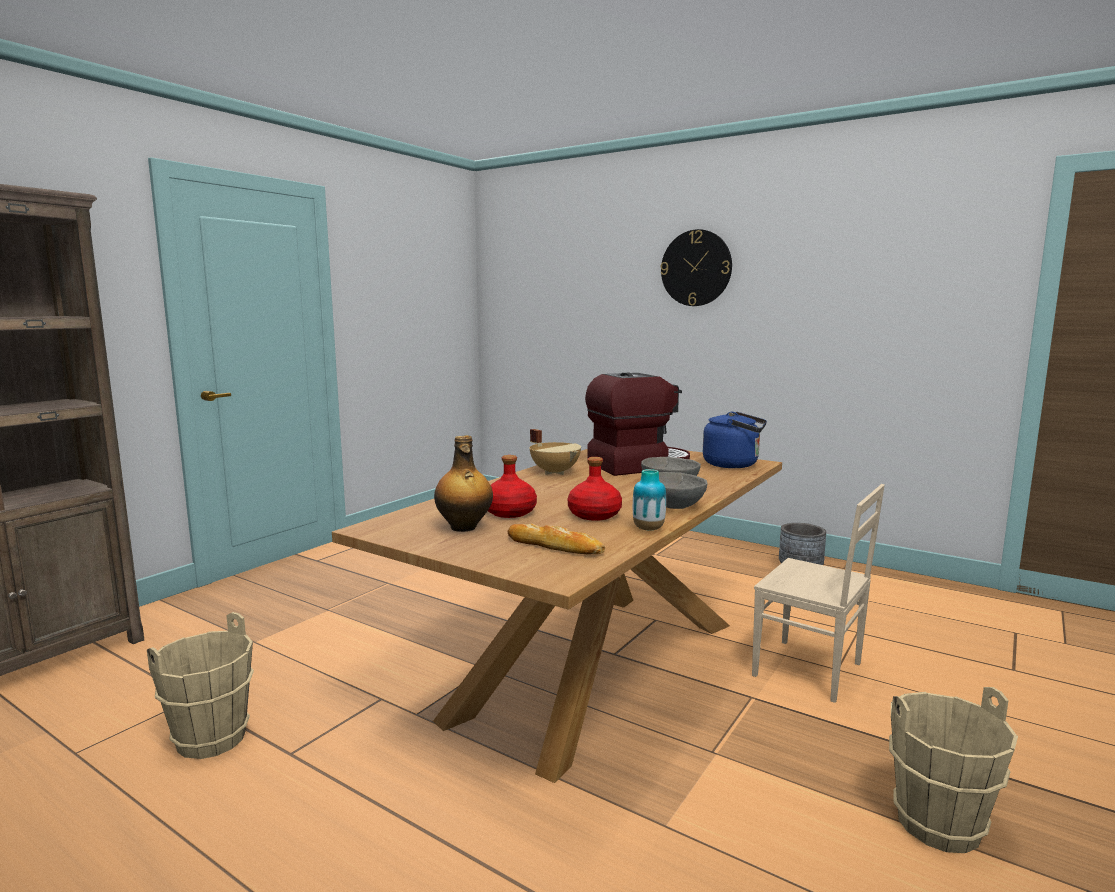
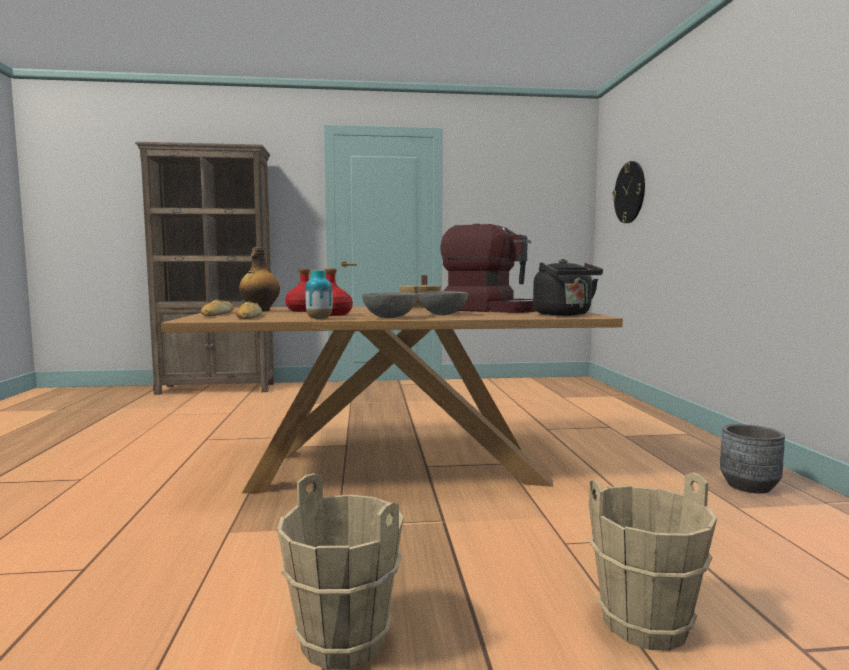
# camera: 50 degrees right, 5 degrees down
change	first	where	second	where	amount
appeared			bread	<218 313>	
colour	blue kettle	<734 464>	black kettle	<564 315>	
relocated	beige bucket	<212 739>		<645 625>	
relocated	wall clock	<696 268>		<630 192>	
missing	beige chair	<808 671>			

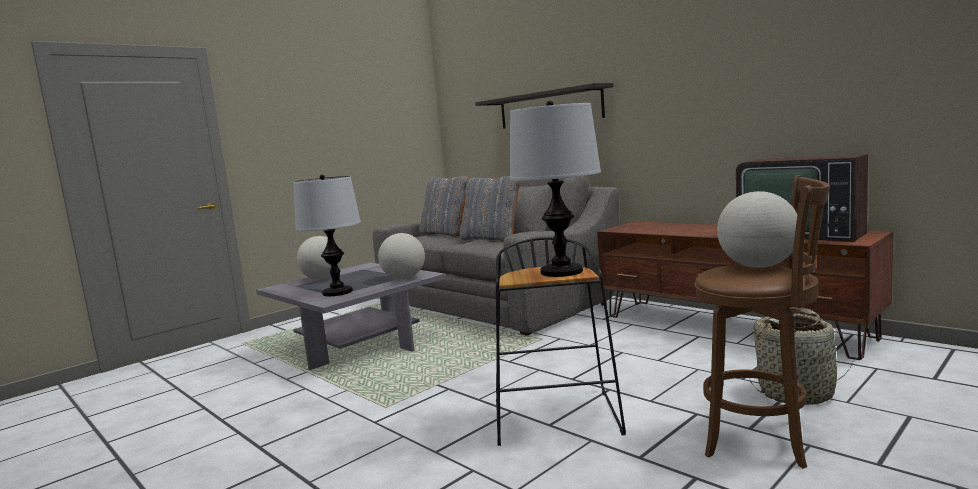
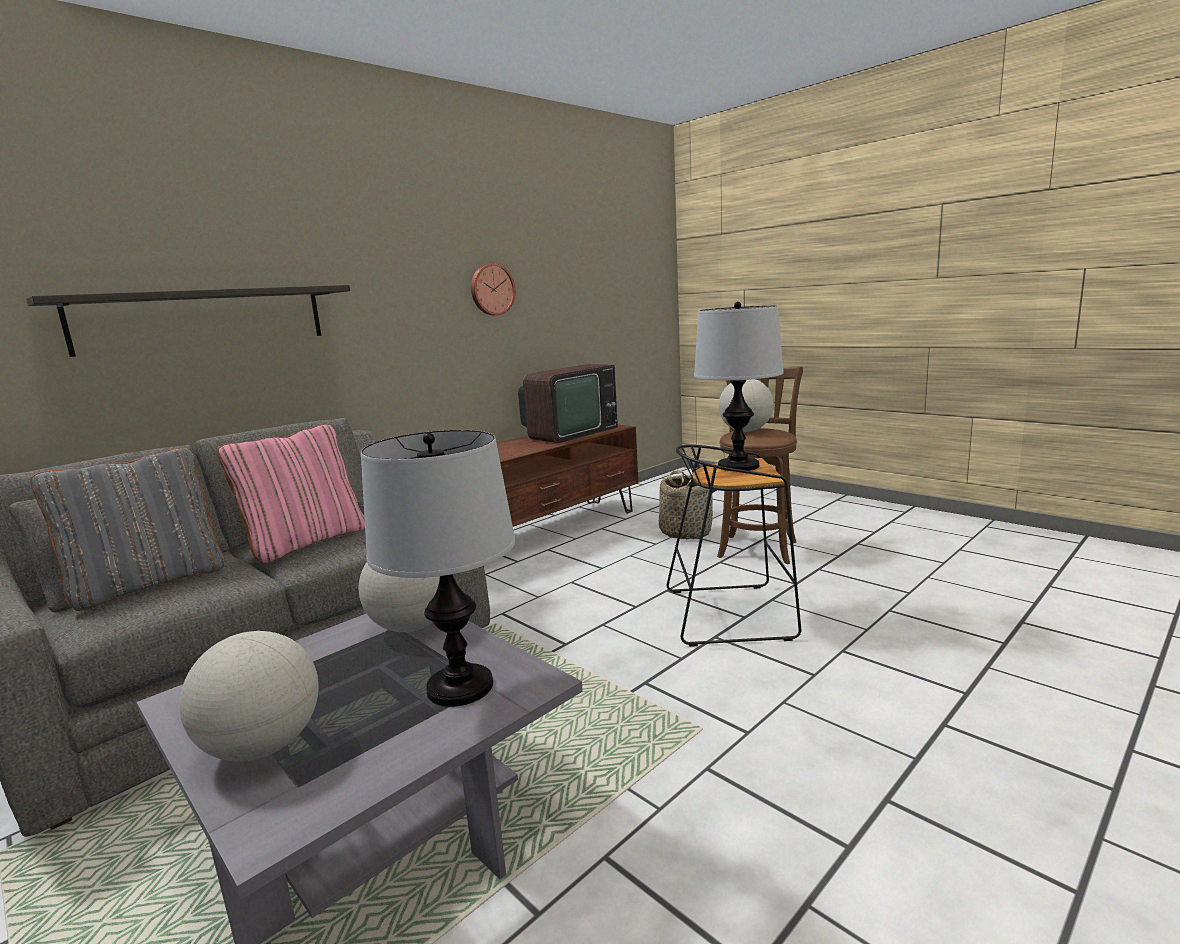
# camera: 90 degrees left, 5 degrees up
change	first	where	second	where	amount
colour	grey pillow	<491 239>	pink pillow	<306 542>	
appeared			wall clock	<491 289>	

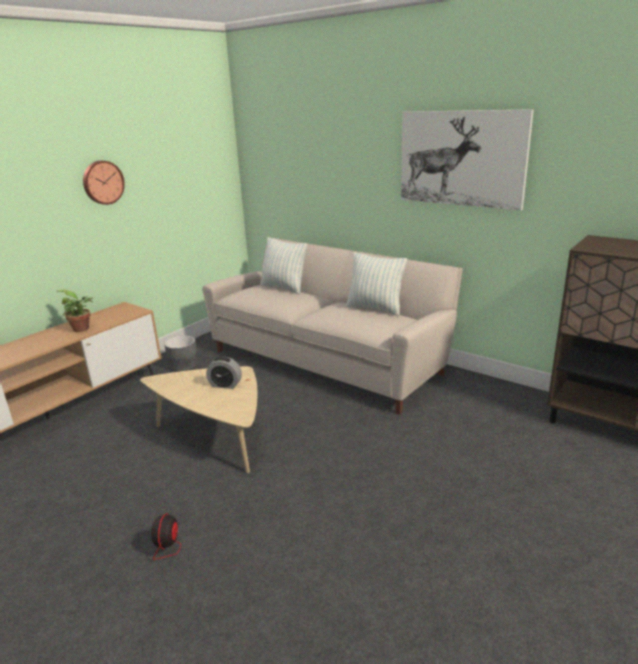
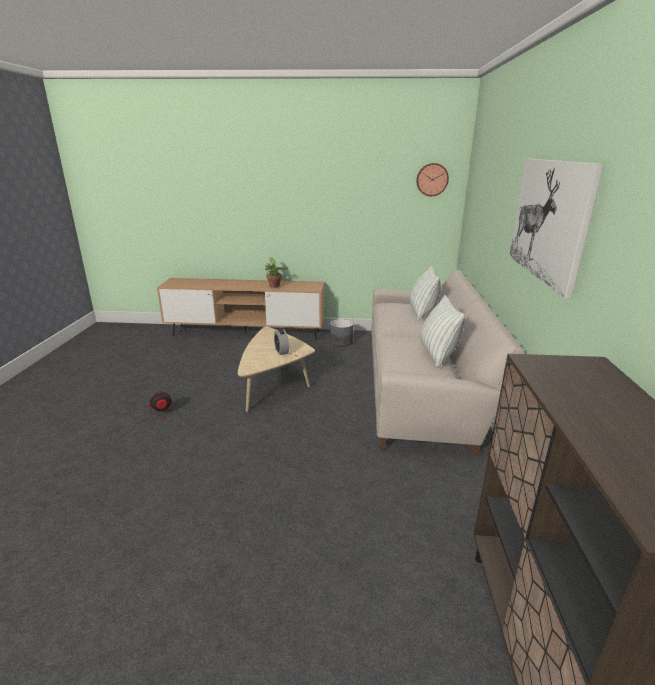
# camera: 55 degrees right, 0 degrees up
change	first	where	second	where	amount
relocated	wall clock	<102 182>		<432 179>	

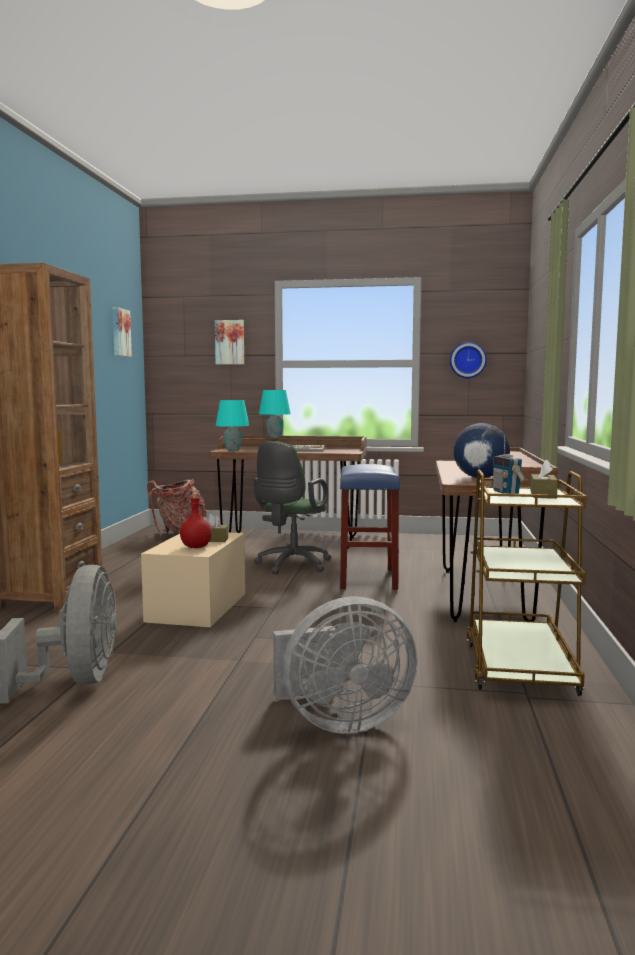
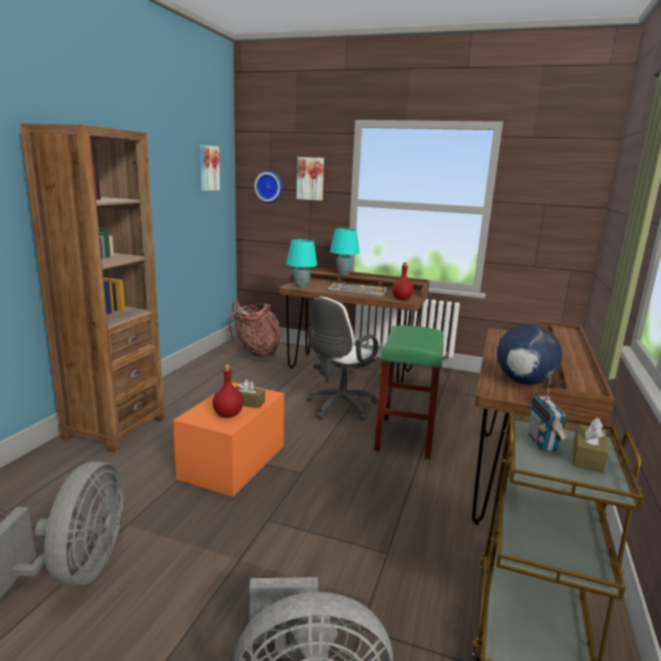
# camera: 10 degrees right, 10 degrees up
change	first	where	second	where	amount
colour	beige storage box	<197 606>	orange storage box	<233 461>	
relocated	wall clock	<467 360>		<269 186>	
colour	green office chair	<291 565>	white office chair	<339 407>	
colour	blue stool	<367 578>	green stool	<404 436>	
appeared			red bottle	<401 299>	

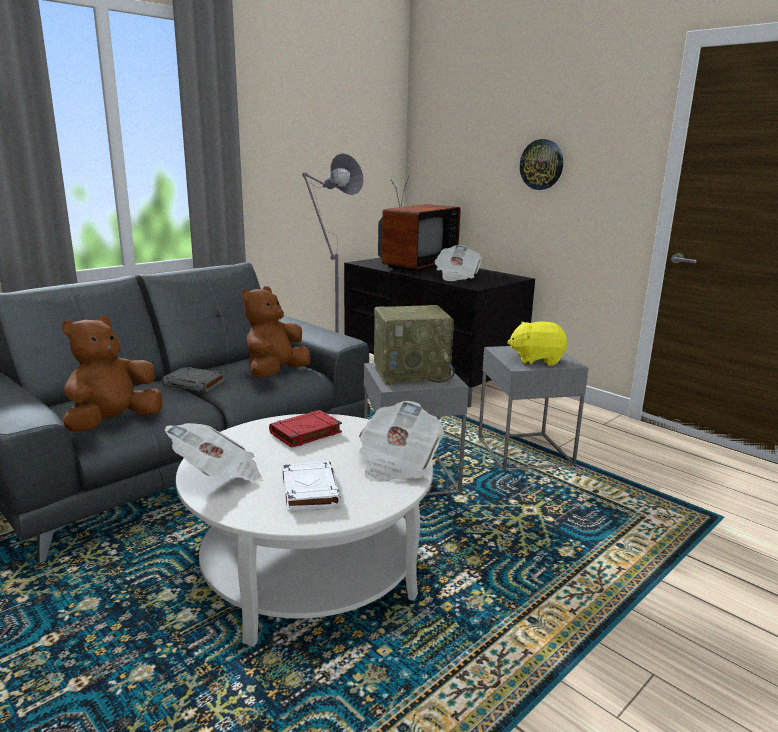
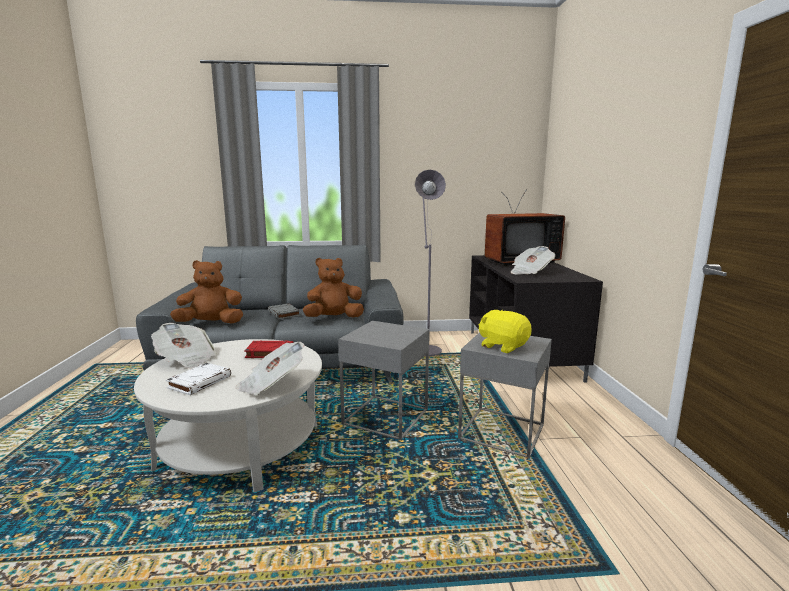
# camera: 40 degrees right, 5 degrees down
change	first	where	second	where	amount
missing	radio	<412 373>			
missing	wall clock	<541 164>			

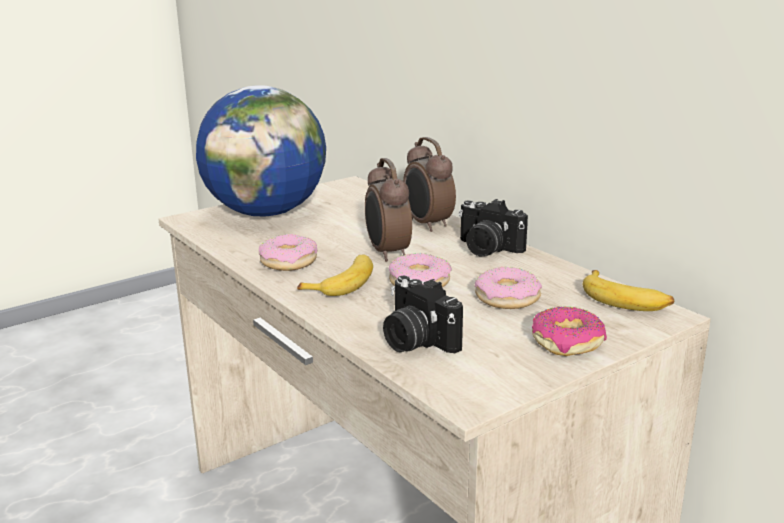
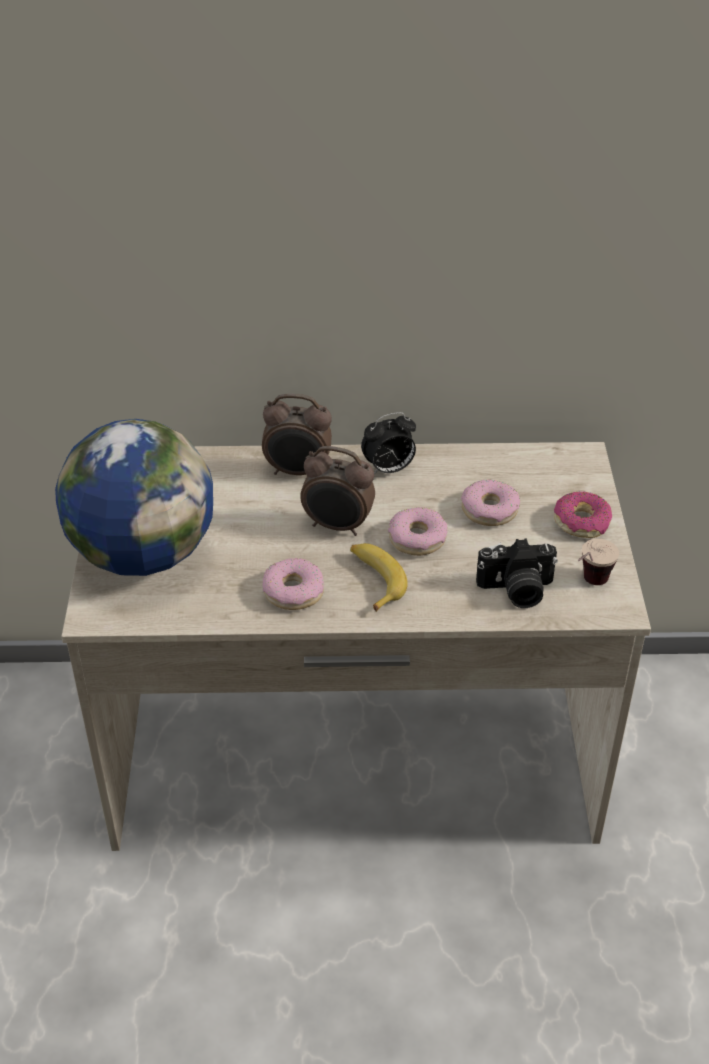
# camera: 55 degrees left, 20 degrees up
change	first	where	second	where	amount
exchanged	photo camera	<486 249>	alarm clock	<389 469>	
appeared			cup	<588 586>	
missing	banana	<625 300>			

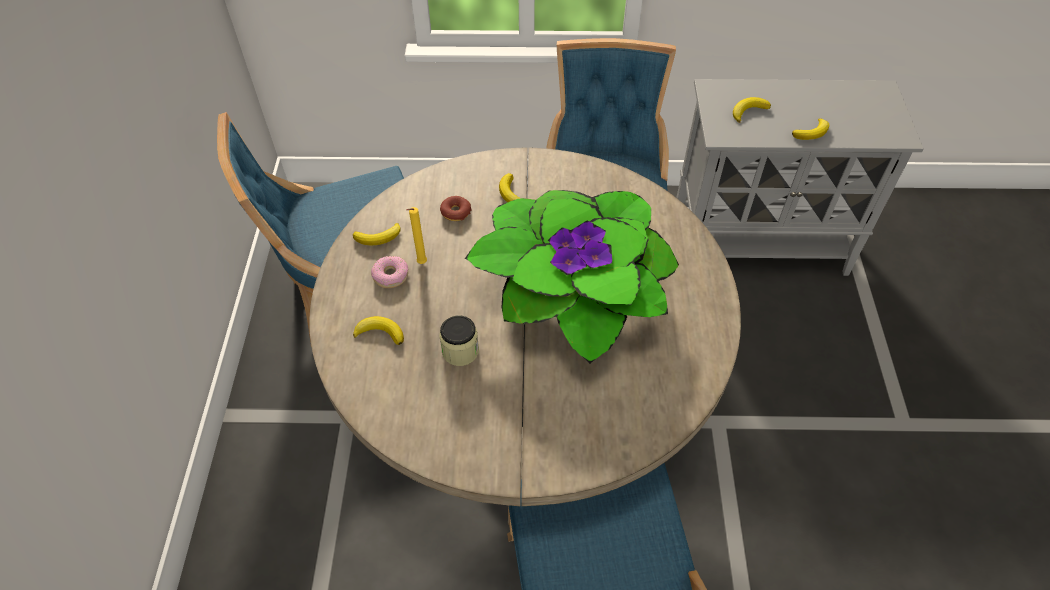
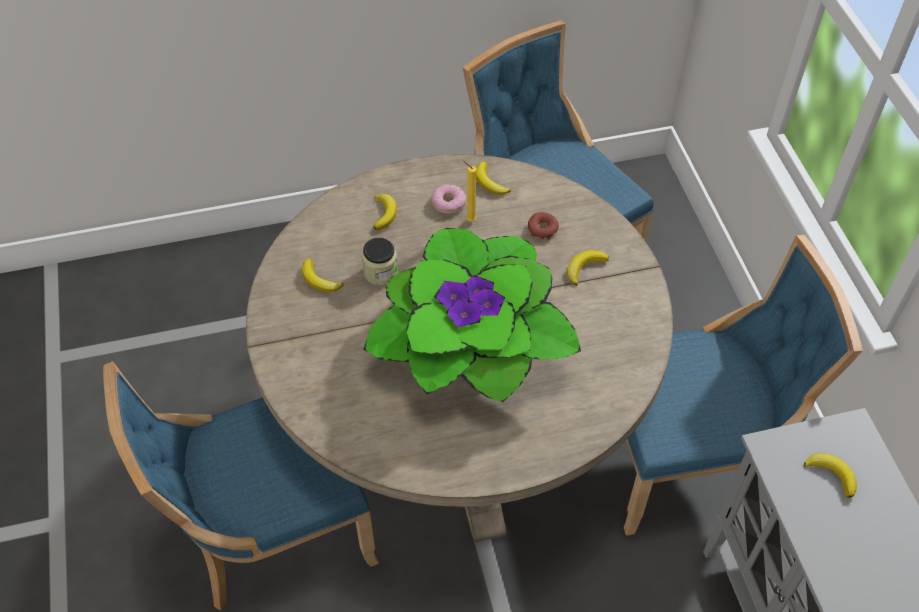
# camera: 75 degrees right, 0 degrees up
change	first	where	second	where	amount
relocated	banana	<812 132>		<319 280>	

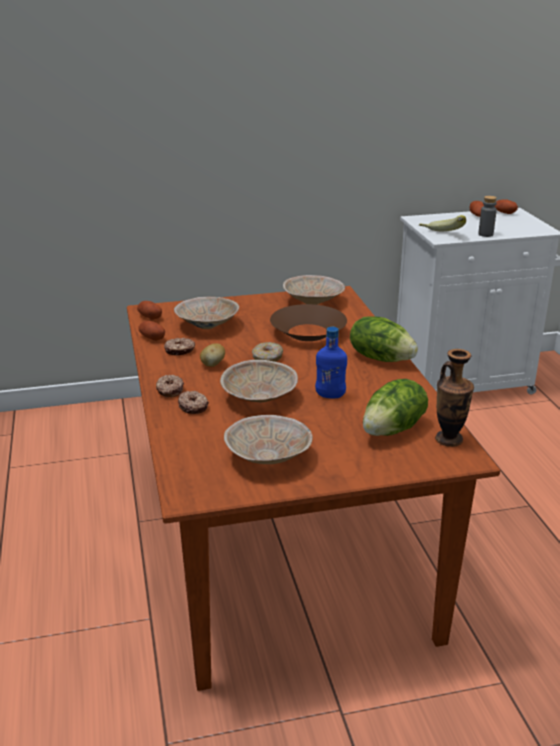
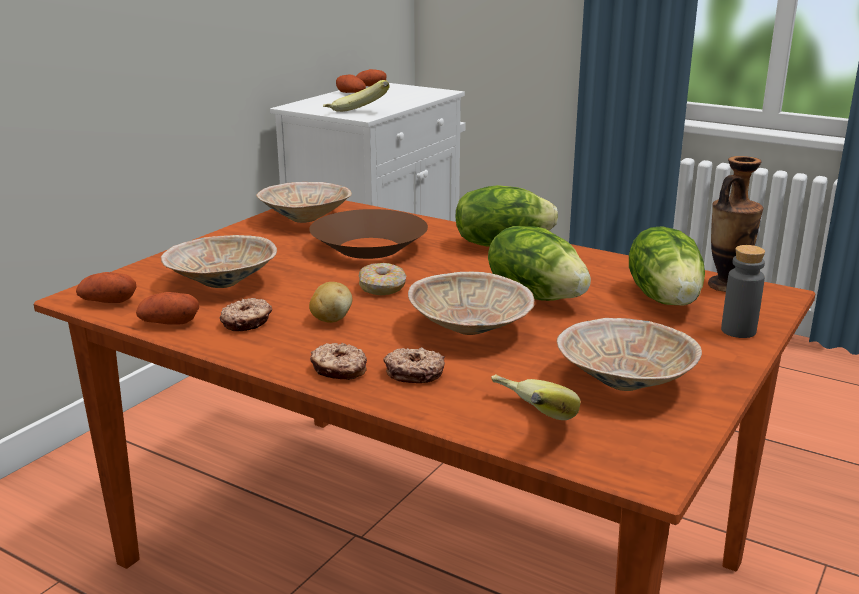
# camera: 45 degrees left, 5 degrees down
change	first	where	second	where	amount
exchanged	blue bottle	<330 395>	lettuce	<536 295>	
appeared			banana	<525 423>	
relocated	grey bottle	<485 234>		<738 331>	

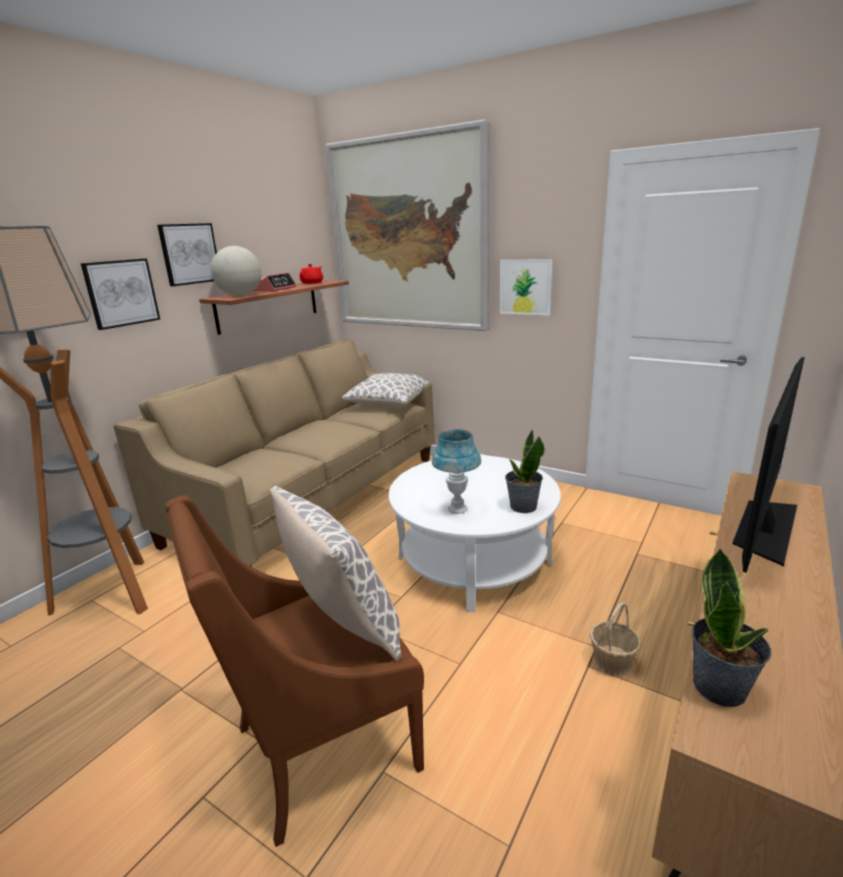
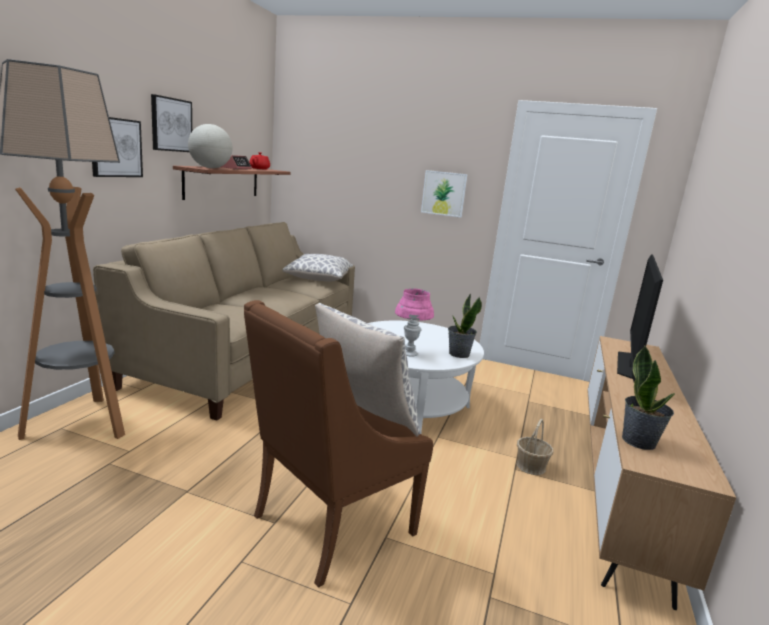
# camera: 15 degrees left, 5 degrees down
change	first	where	second	where	amount
colour	blue table lamp	<457 509>	pink table lamp	<409 353>	
missing	picture	<409 235>			

